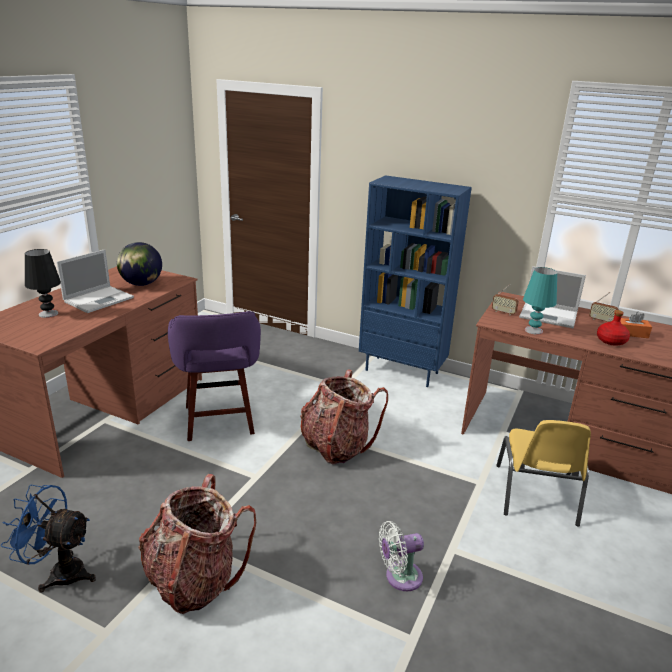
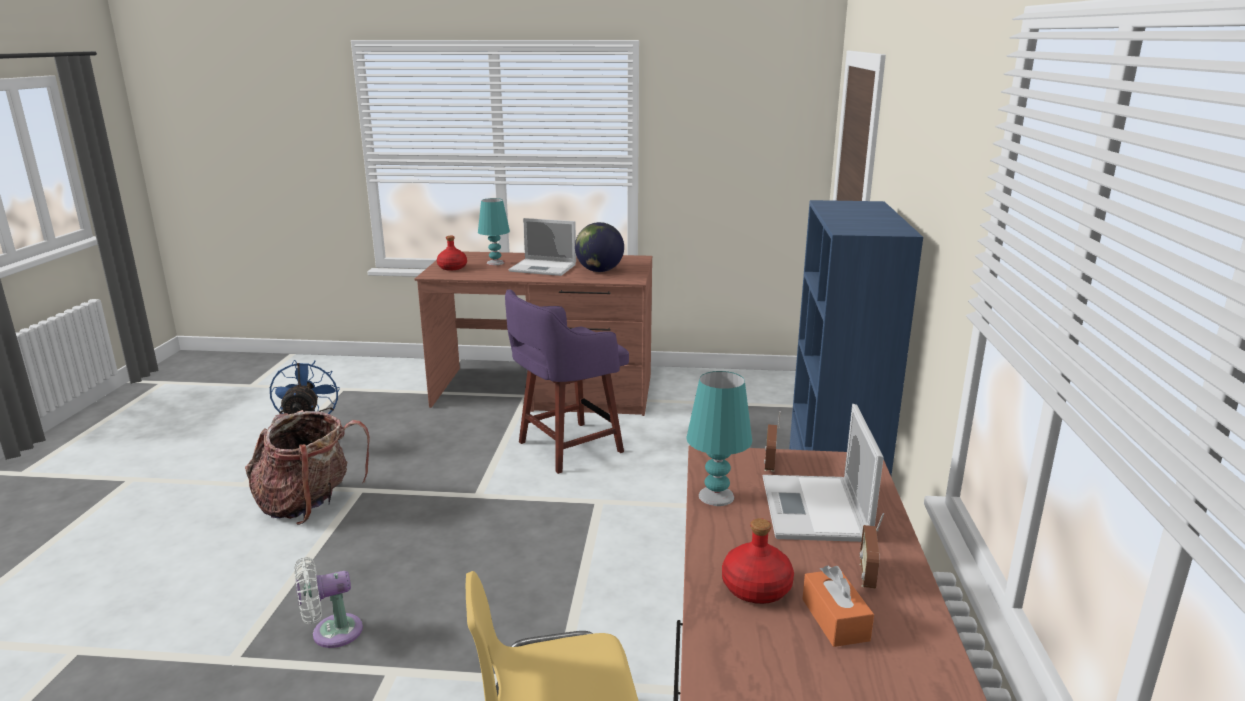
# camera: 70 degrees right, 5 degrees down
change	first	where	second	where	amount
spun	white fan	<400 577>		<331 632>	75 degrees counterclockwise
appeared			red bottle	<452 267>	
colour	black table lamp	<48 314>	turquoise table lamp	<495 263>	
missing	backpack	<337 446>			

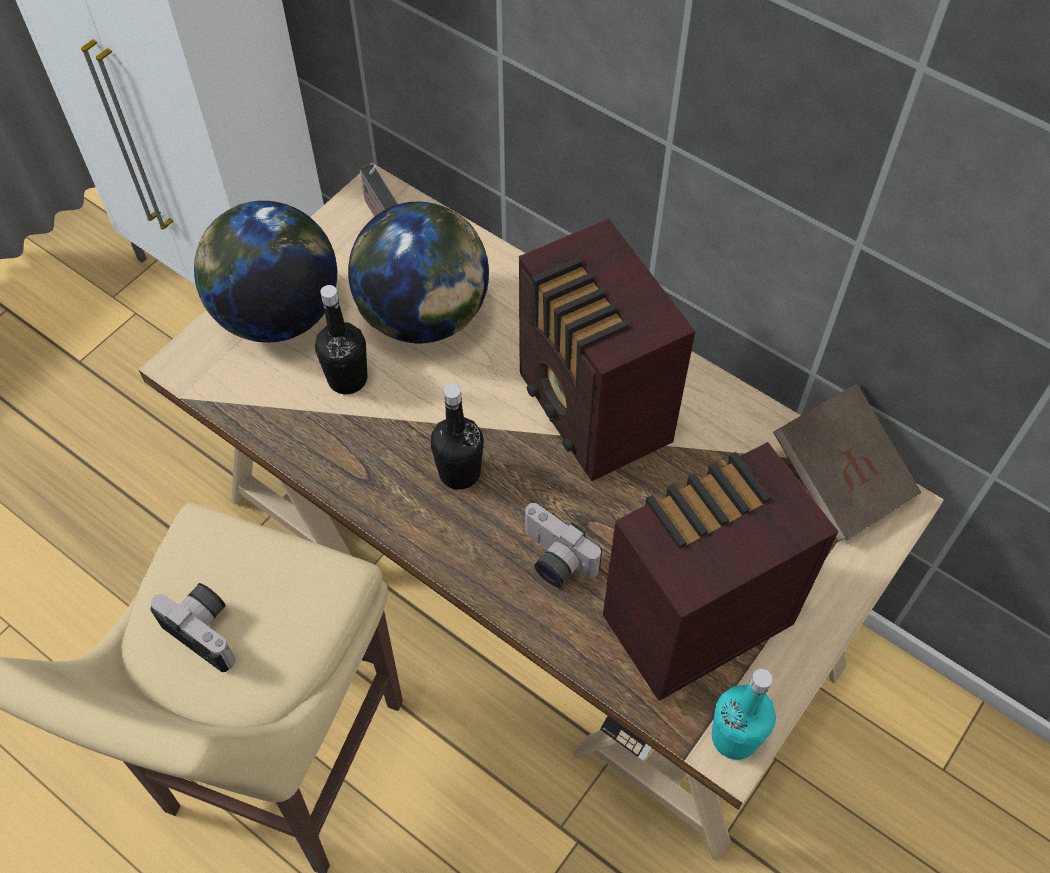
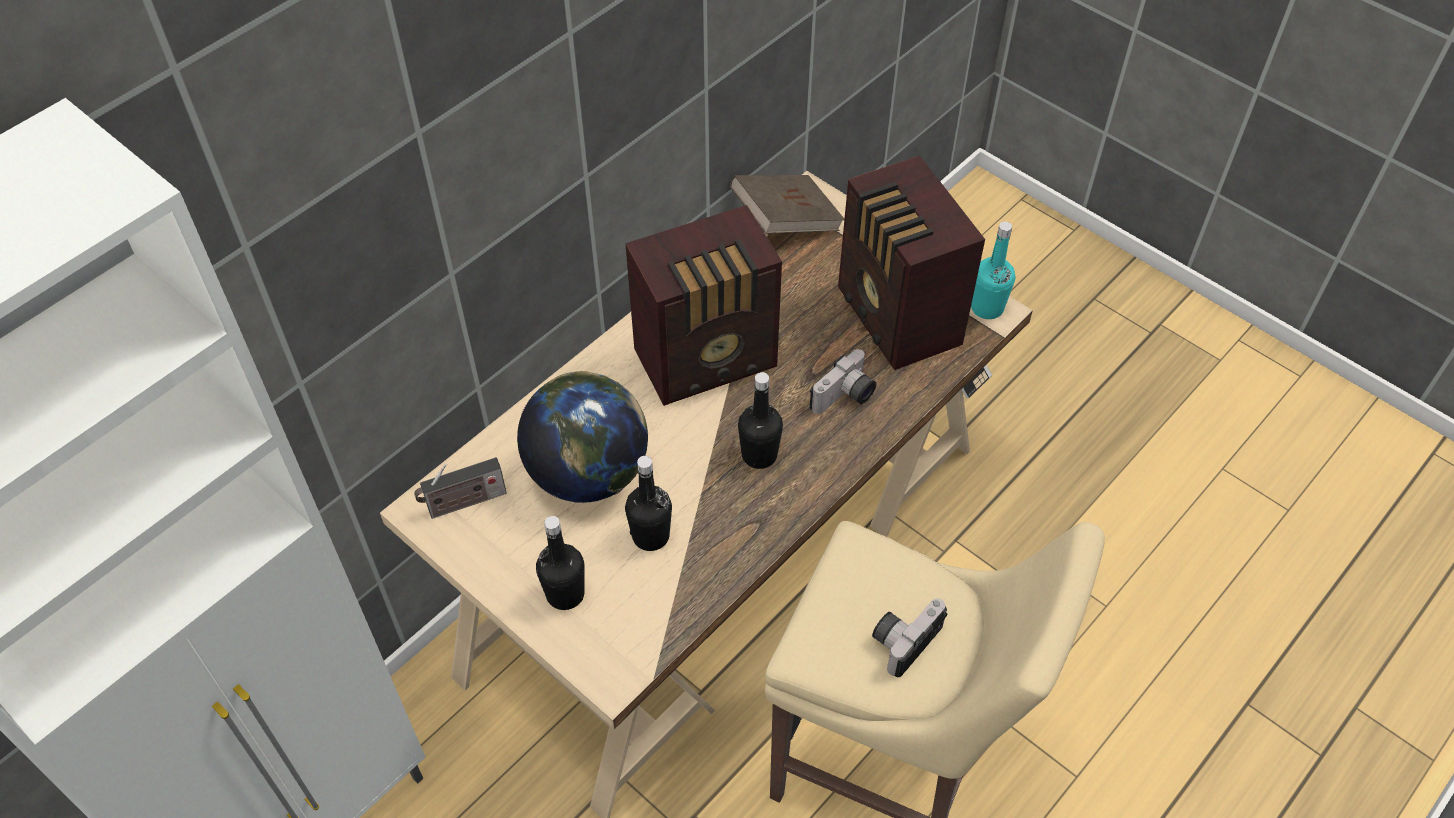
# camera: 85 degrees left, 5 degrees down
change	first	where	second	where	amount
exchanged	globe	<278 315>	black bottle	<565 594>	

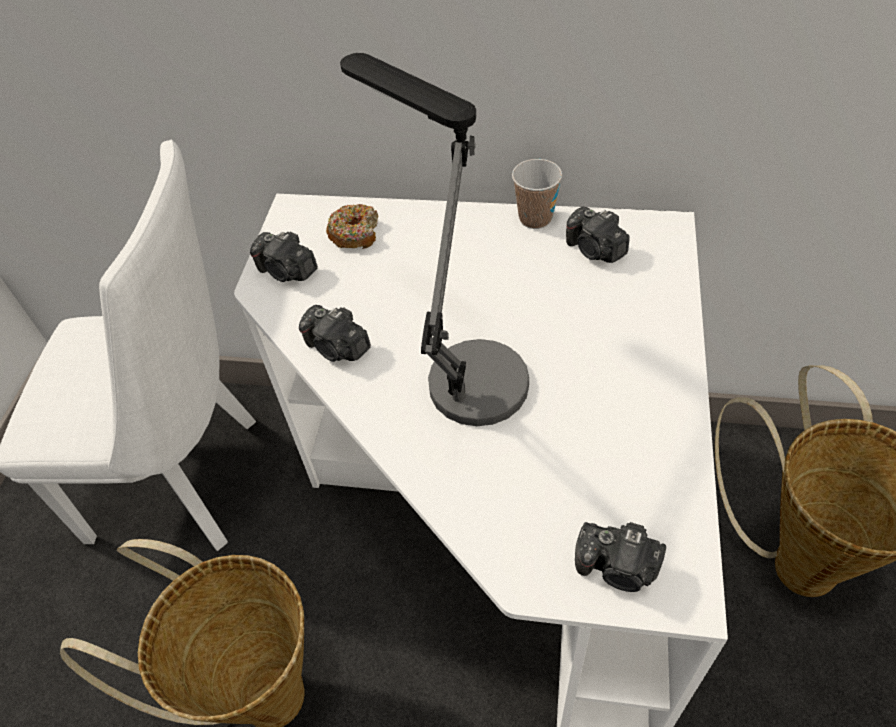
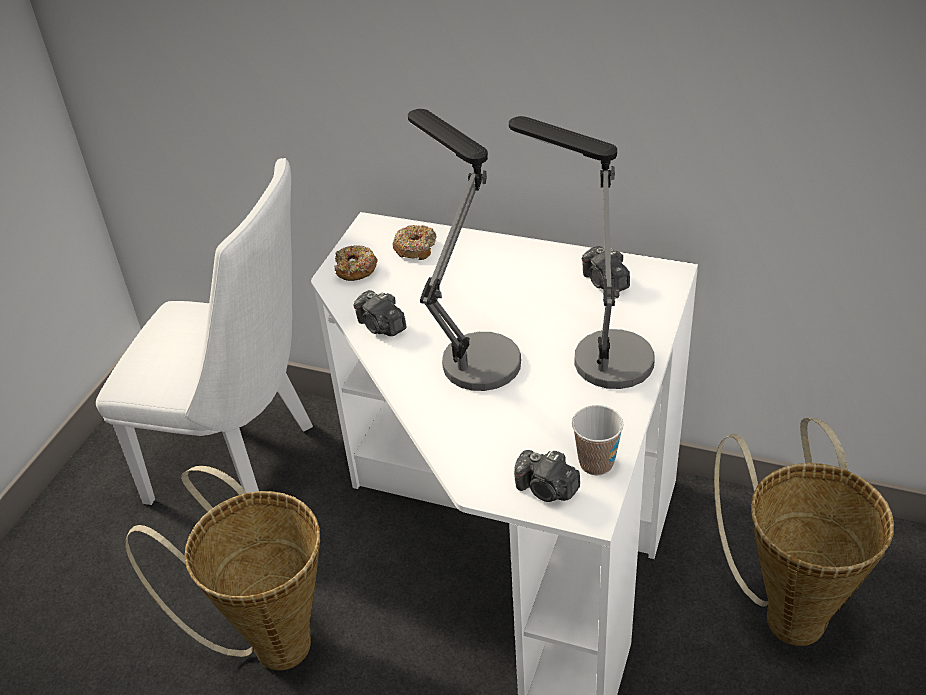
# camera: 10 degrees right, 10 degrees down
change	first	where	second	where	amount
exchanged	photo camera	<287 271>	donut	<355 269>	
appeared			table lamp	<595 350>	
relocated	cup	<535 218>		<596 463>	

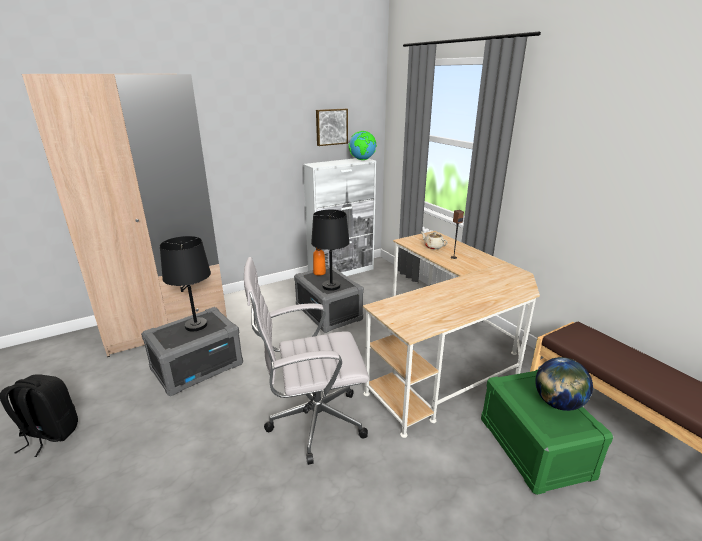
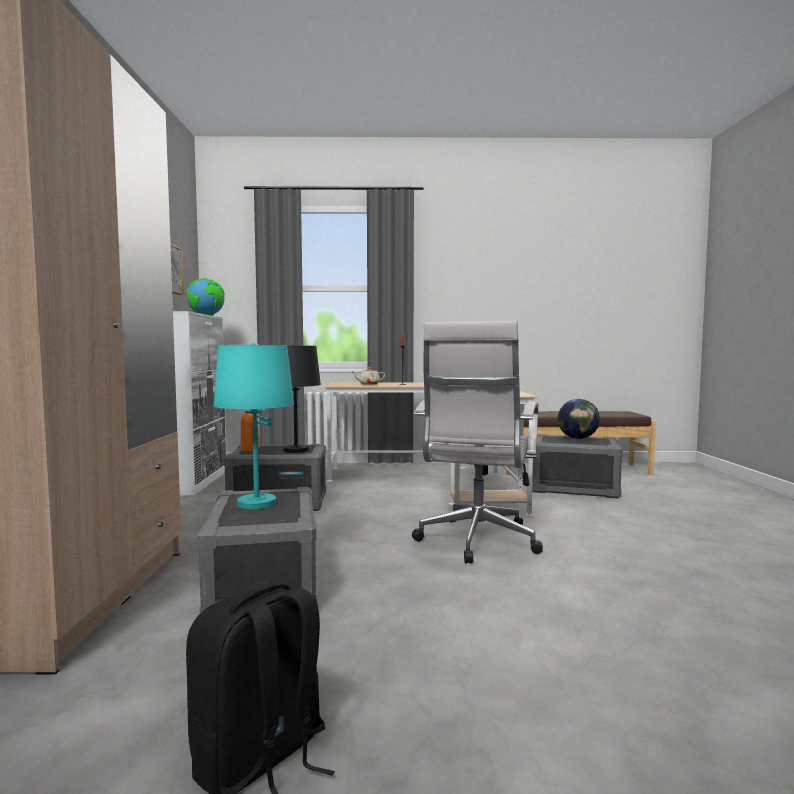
# camera: 60 degrees left, 20 degrees down
change	first	where	second	where	amount
colour	black table lamp	<196 325>	turquoise table lamp	<256 504>	
colour	green storage box	<533 447>	grey storage box	<573 488>	

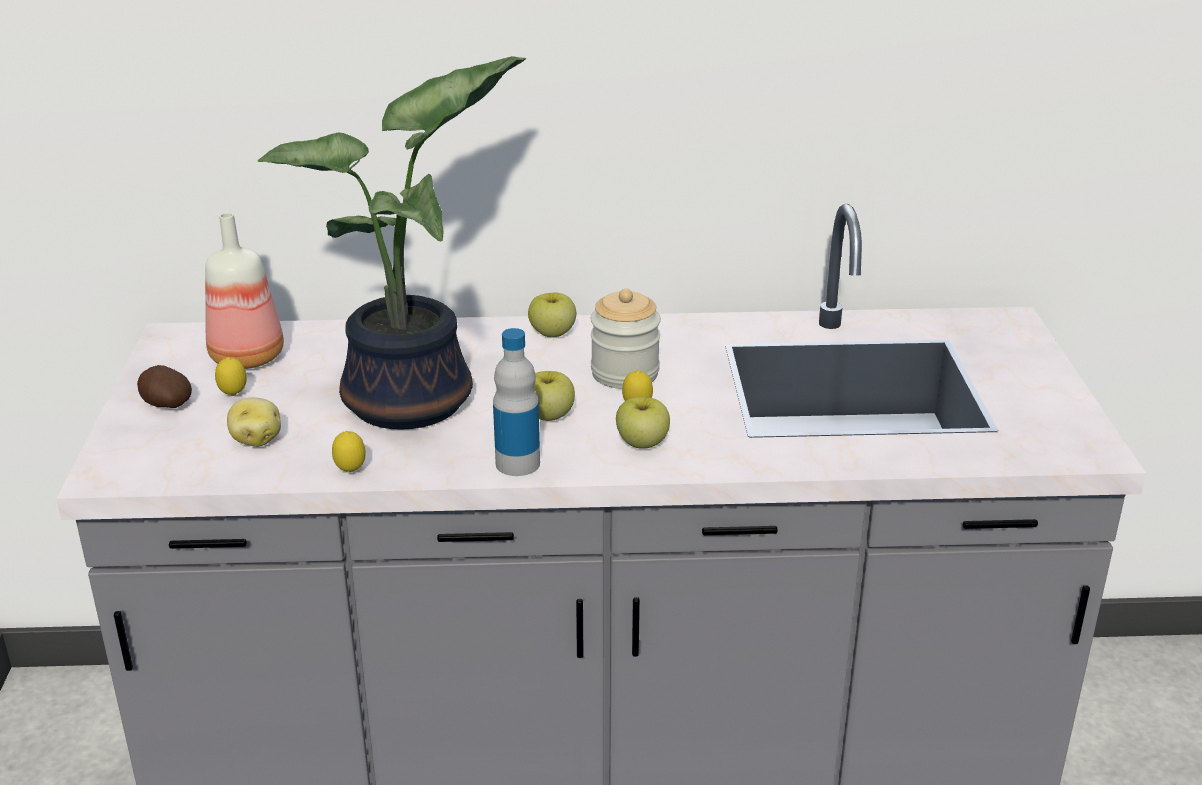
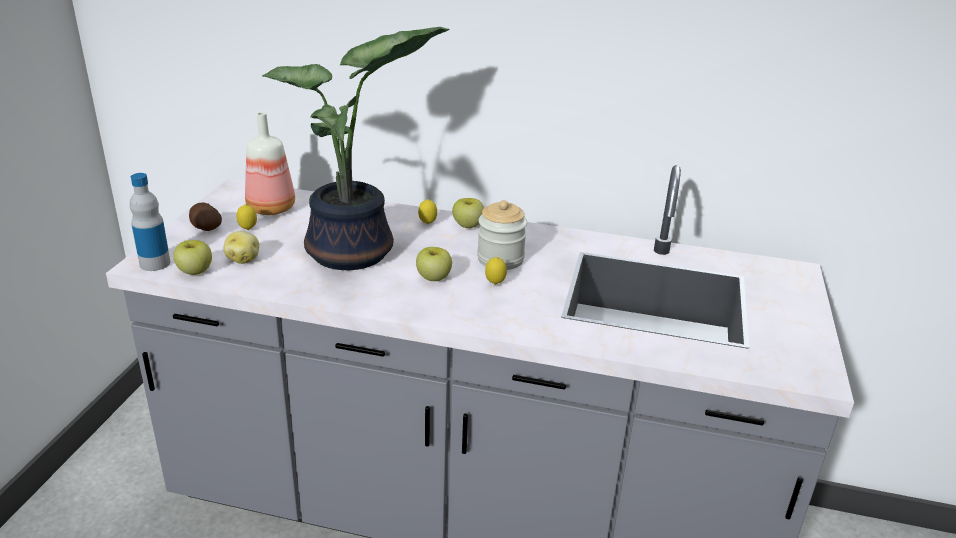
# camera: 15 degrees right, 0 degrees up
change	first	where	second	where	amount
relocated	bottle	<517 463>		<155 263>	
relocated	apple	<642 443>		<195 271>	
relocated	lemon	<350 471>		<427 224>	

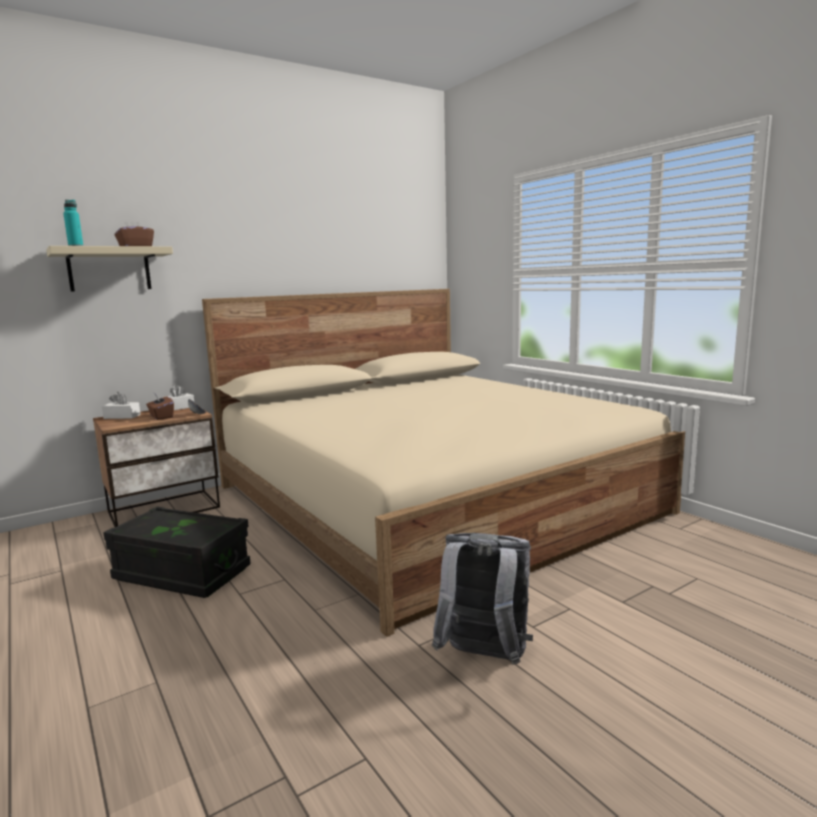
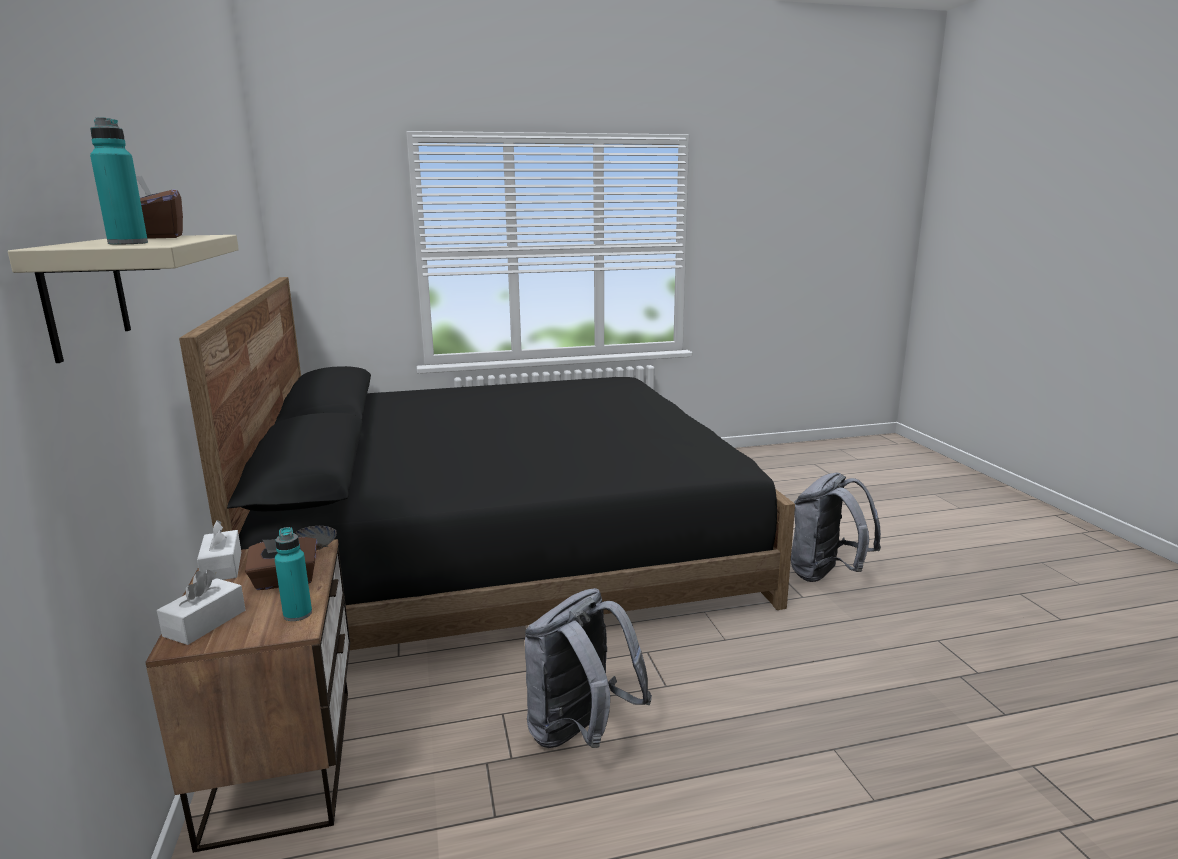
# camera: 70 degrees left, 5 degrees up
change	first	where	second	where	amount
colour	beige bed	<429 498>	black bed	<502 538>	
appeared			turquoise bottle	<297 614>	
exchanged	black storage box	<182 573>	grey backpack	<580 734>	

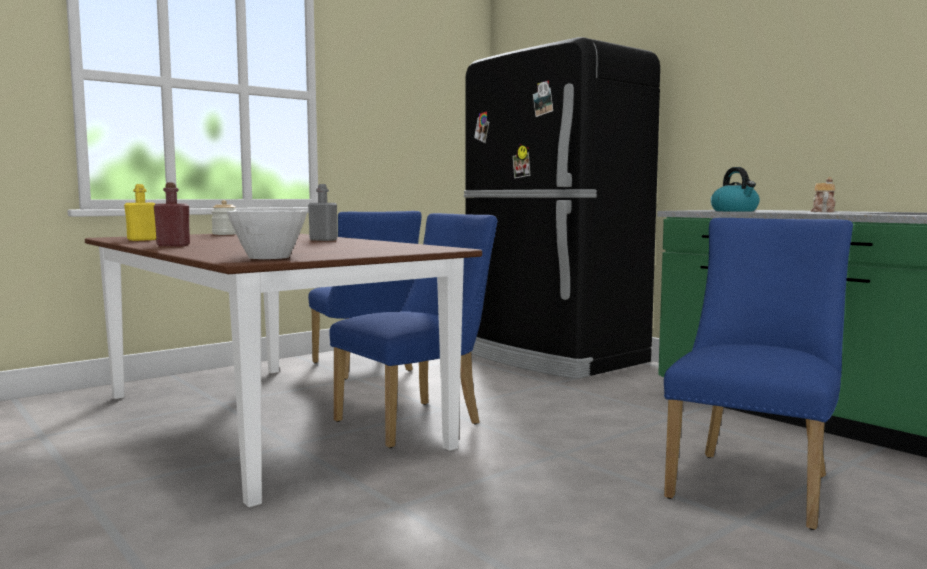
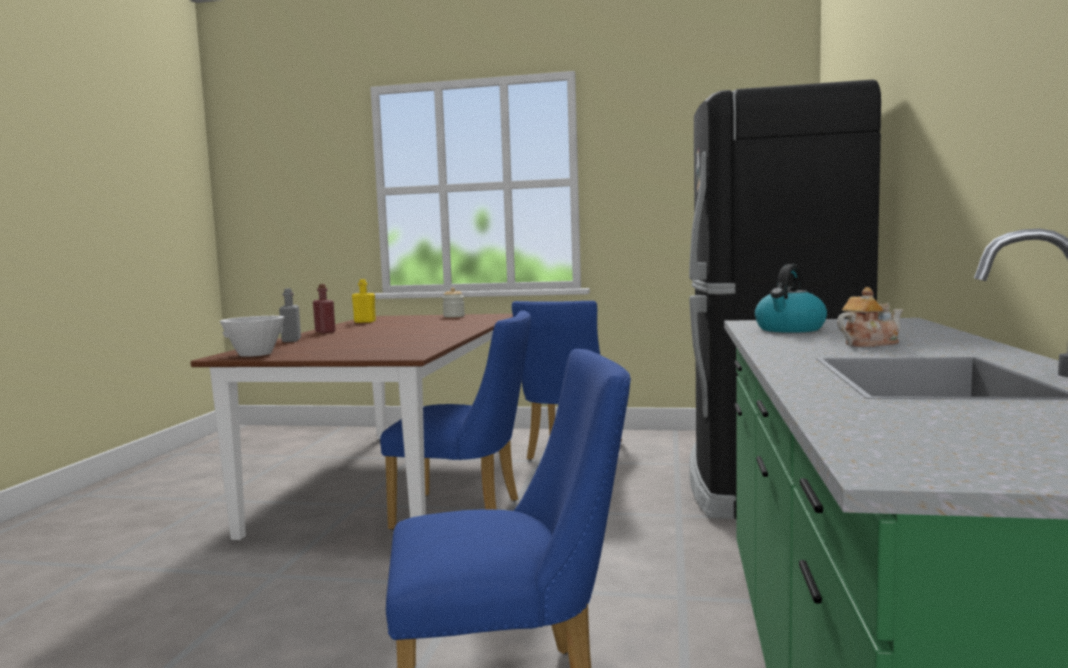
# camera: 50 degrees right, 0 degrees up
change	first	where	second	where	amount
relocated	grey bottle	<323 240>		<291 340>	

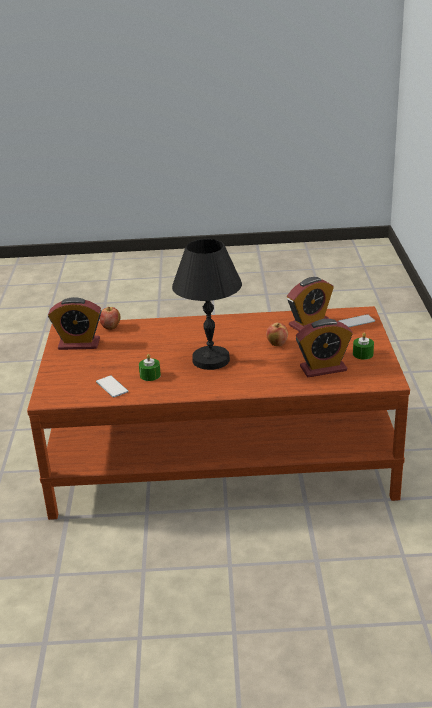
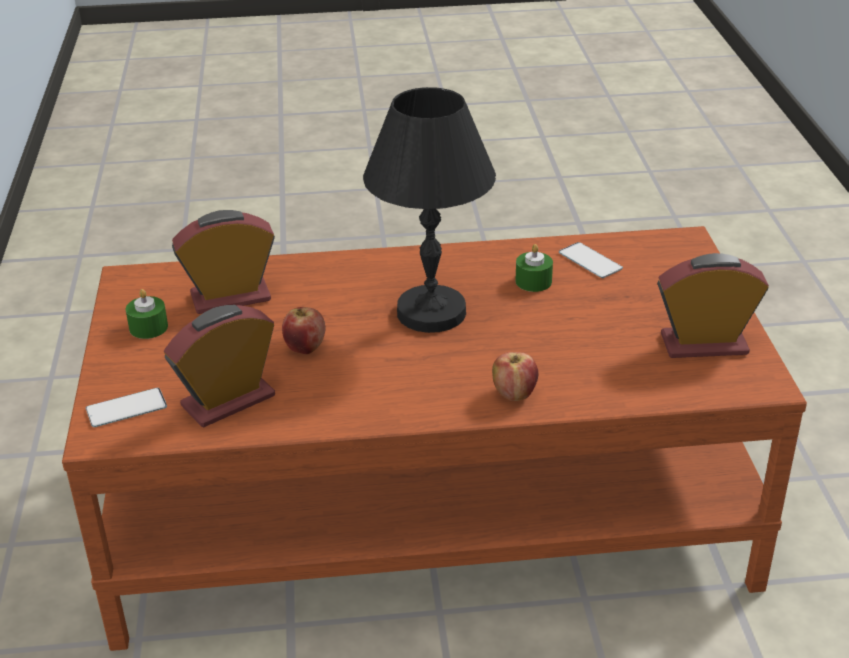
# camera: 175 degrees right, 5 degrees up
change	first	where	second	where	amount
relocated	apple	<111 327>		<514 394>	

